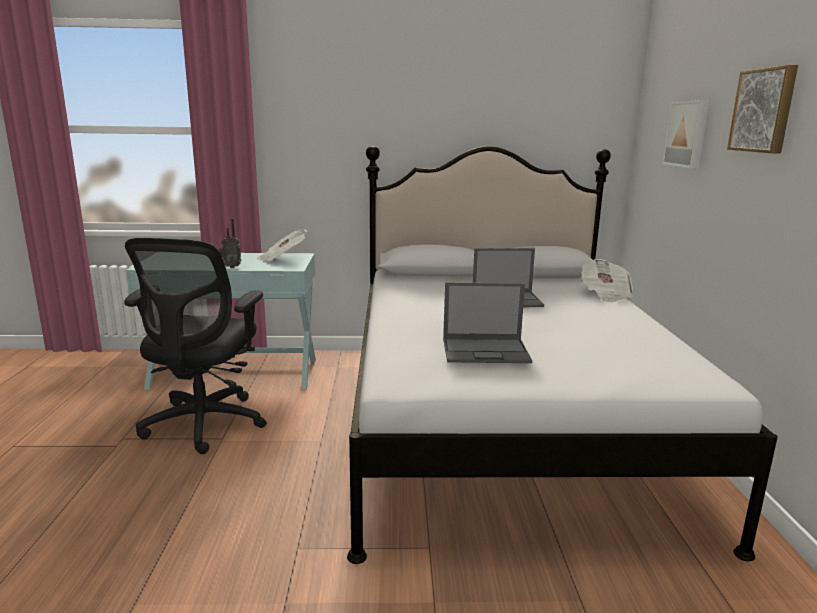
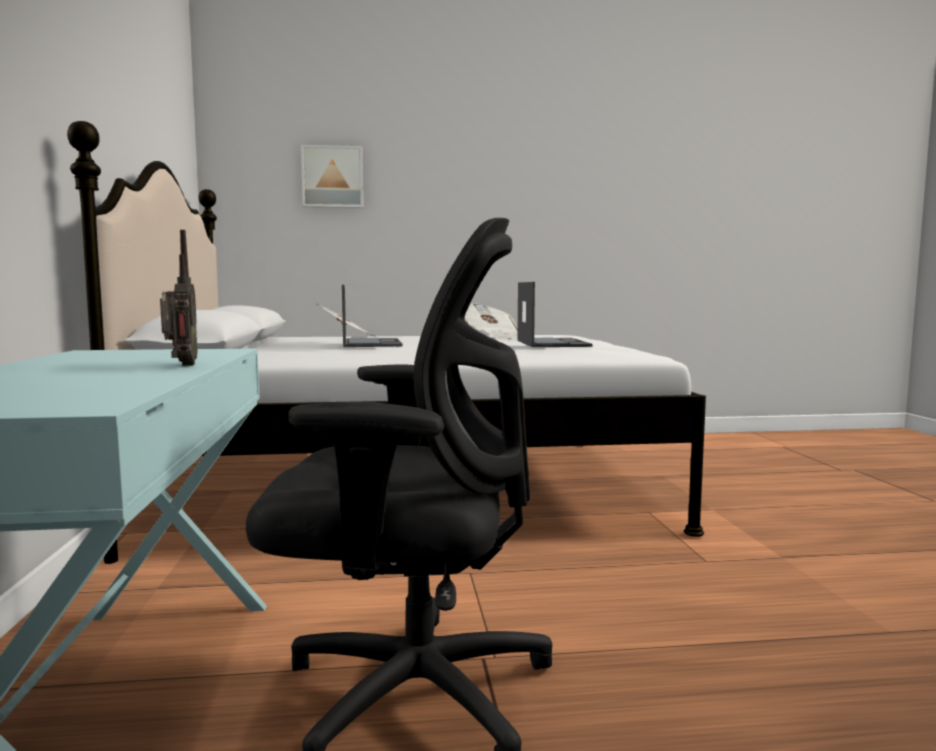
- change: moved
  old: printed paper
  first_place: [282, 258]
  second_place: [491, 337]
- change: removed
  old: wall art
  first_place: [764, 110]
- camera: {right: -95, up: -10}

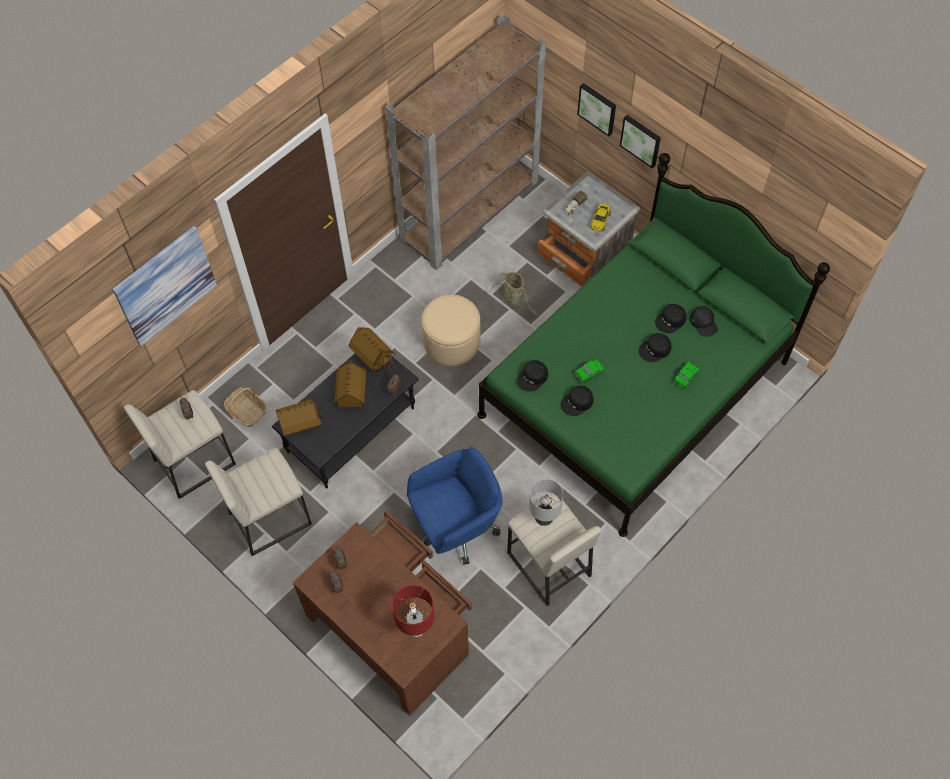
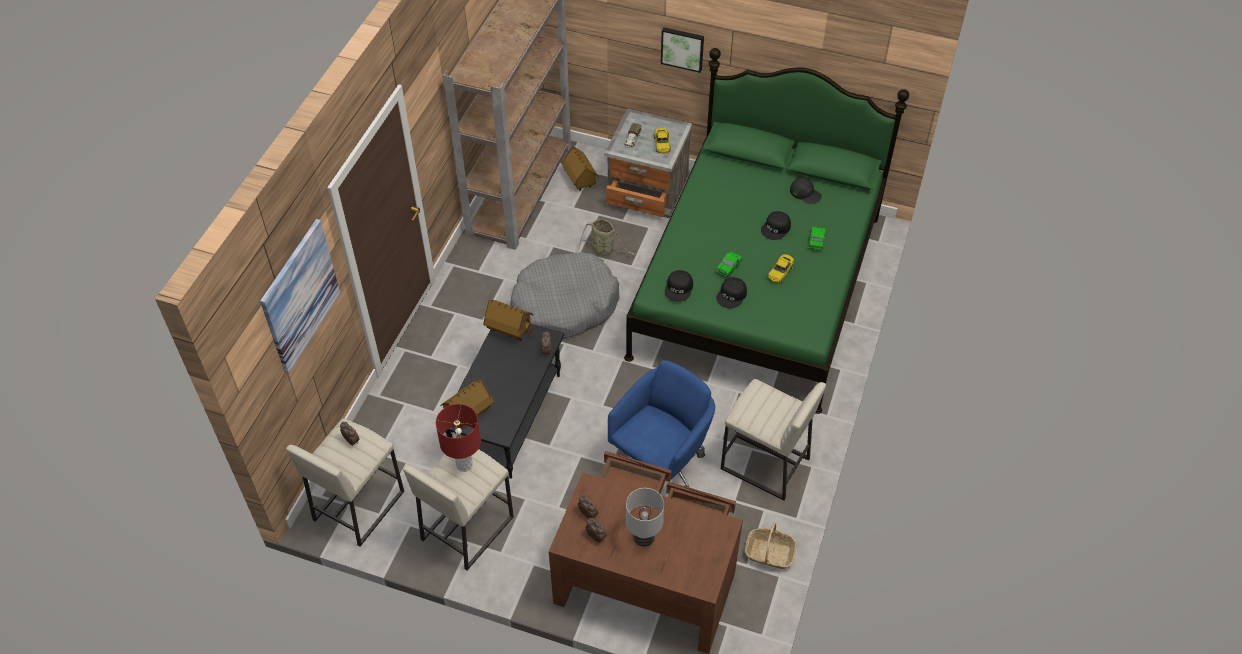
- change: moved
  old: reddish lamp for a table
  first_place: [416, 629]
  second_place: [464, 465]
- change: replaced
  old: beige-coloured footrest
  new: gray dog bed
  first_place: [451, 341]
  second_place: [564, 305]
- change: moved
  old: miniature house
  first_place: [351, 394]
  second_place: [580, 180]
- change: moved
  old: gray lamp for a table
  first_place: [544, 517]
  second_place: [644, 537]
- change: moved
  old: storage basket
  first_place: [246, 410]
  second_place: [769, 553]
- change: added
  new: yellow model car
  second_place: [780, 272]
- change: removed
  old: wall art
  first_place: [598, 108]
- change: removed
  old: blackish baseball cap
  first_place: [671, 320]
- camera: {right: -25, up: -10}

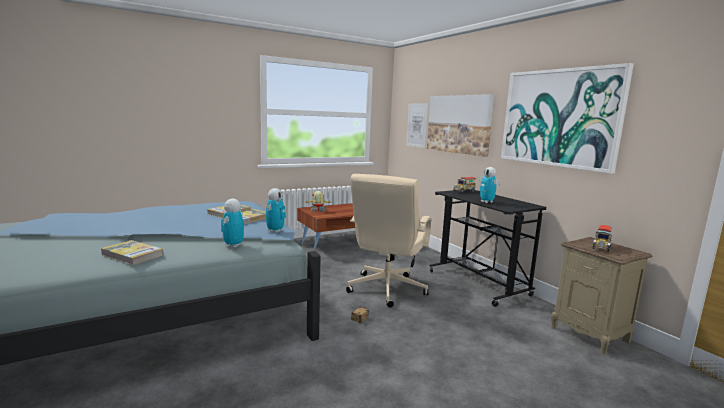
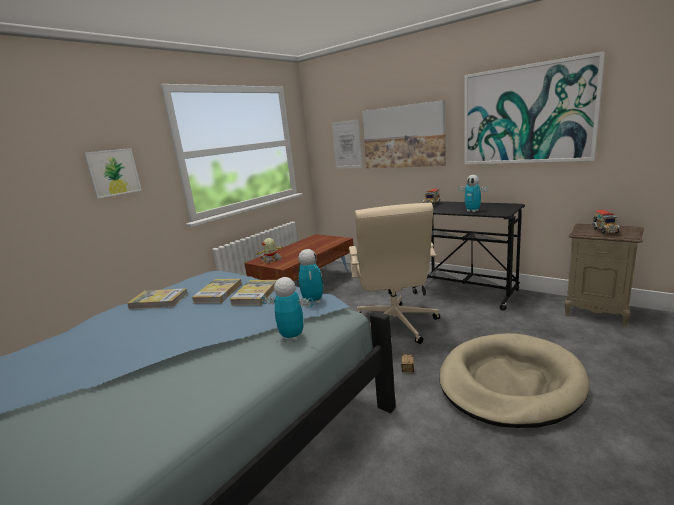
- change: added
  new: wall art
  second_place: [113, 172]
- change: moved
  old: bound book
  first_place: [132, 255]
  second_place: [159, 301]
- change: turned
  old: toy robot
  first_place: [233, 245]
  second_place: [292, 337]
  degrees: 120
- change: added
  new: beige-coloured dog bed
  second_place: [509, 383]
- camera: {right: -20, up: 5}

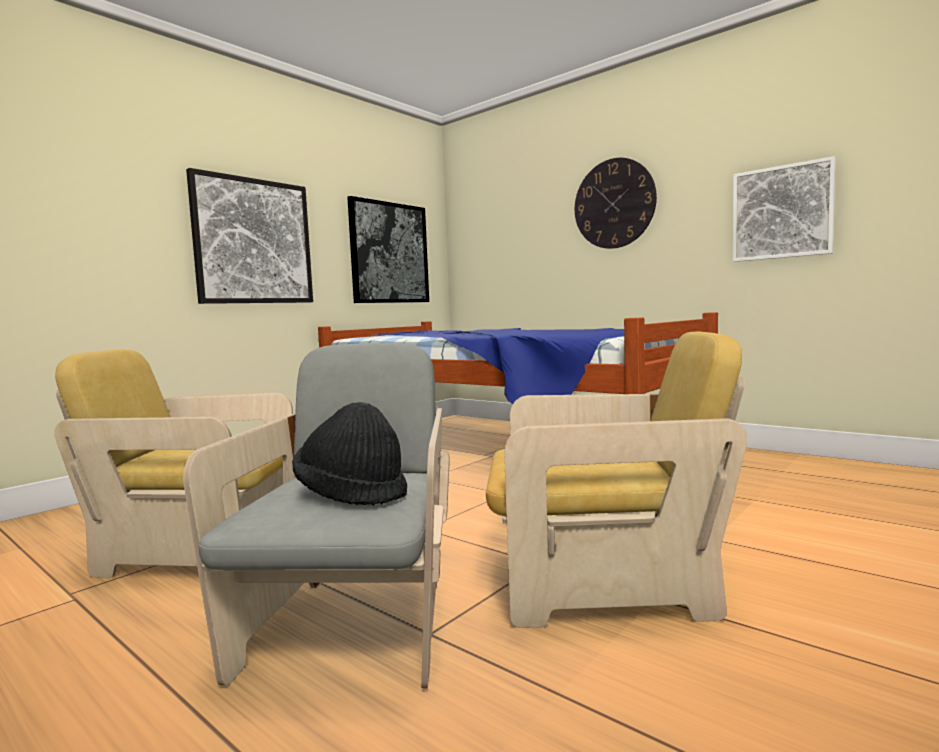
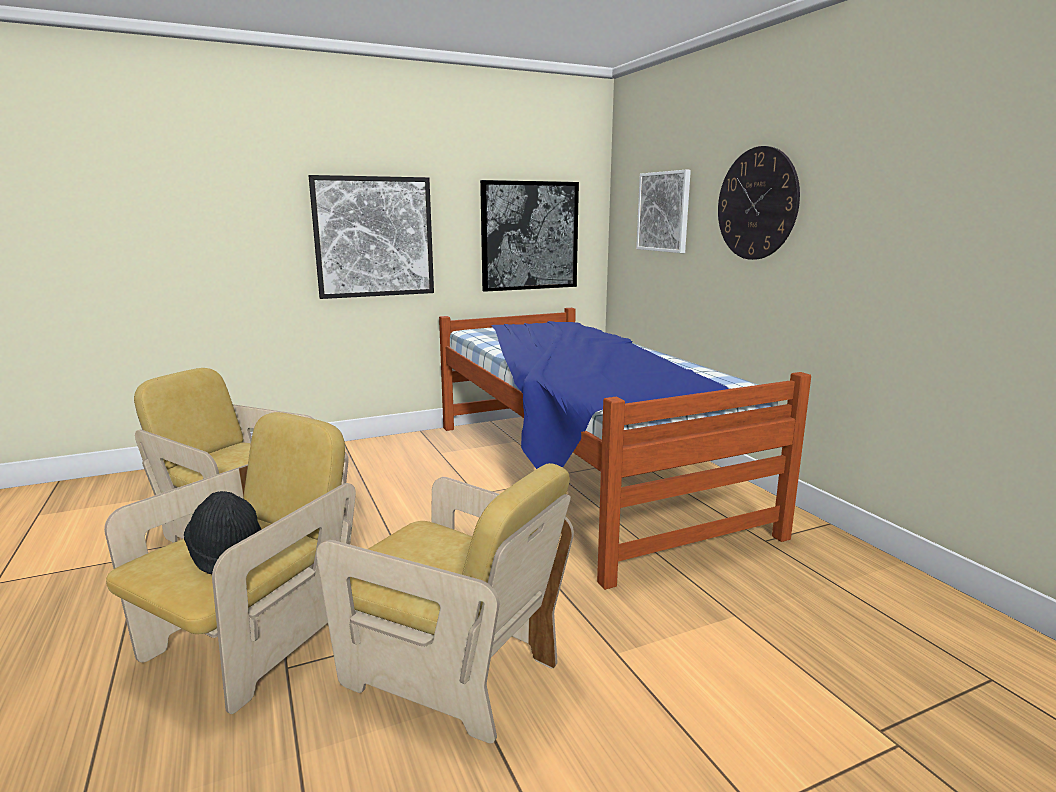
- change: recoloured
  old: gray armchair
  new: yellow armchair
  first_place: [354, 626]
  second_place: [253, 641]
- change: moved
  old: wall art
  first_place: [782, 212]
  second_place: [664, 212]
- camera: {right: 25, up: 10}

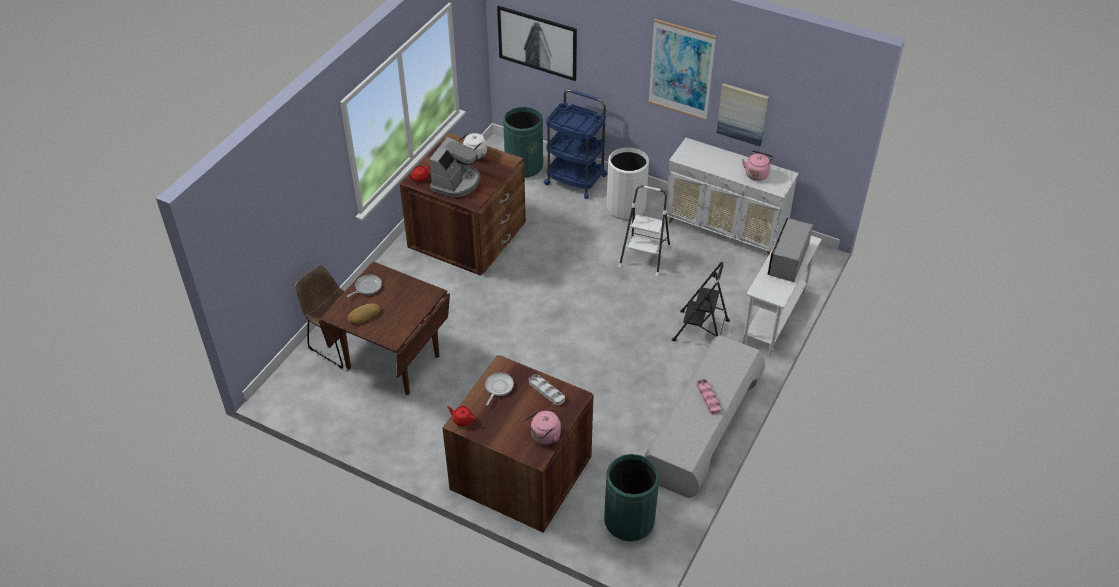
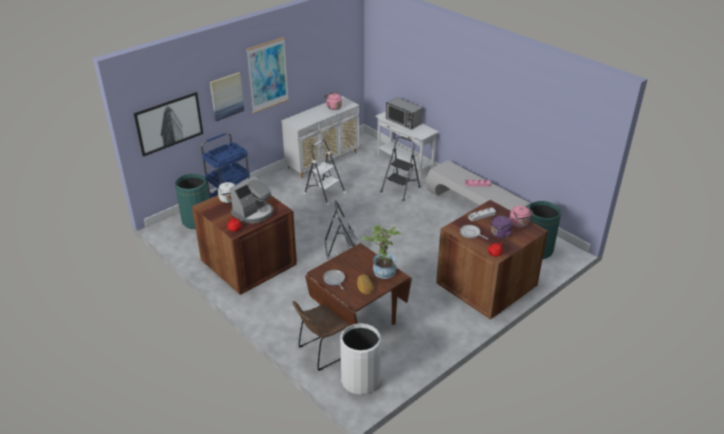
- change: moved
  old: wall art
  first_place: [742, 114]
  second_place: [226, 96]
- change: turned
  old: coffee brewer
  first_place: [456, 182]
  second_place: [253, 213]
  degrees: 90
- change: added
  new: gray step ladder
  second_place: [340, 248]
- change: moved
  old: white waste bin
  first_place: [626, 207]
  second_place: [360, 380]
- change: added
  new: potted plant
  second_place: [382, 269]
- change: added
  new: purplish kettle
  second_place: [499, 234]
- camera: {right: -70, up: -10}

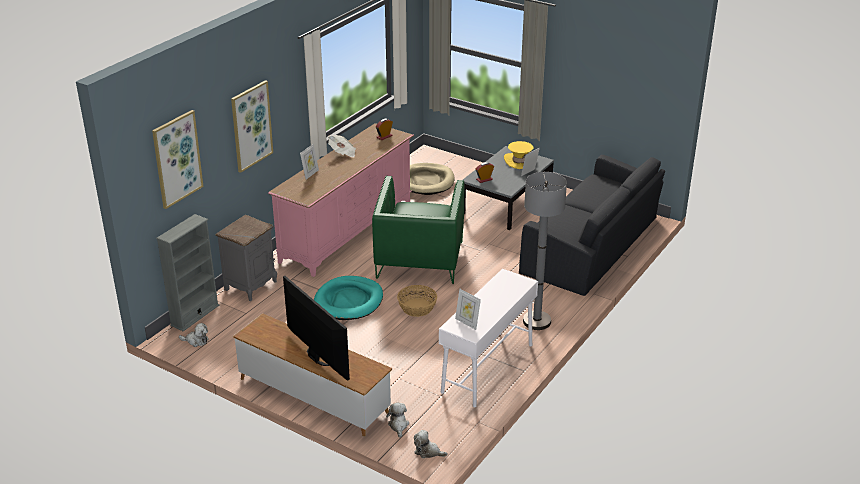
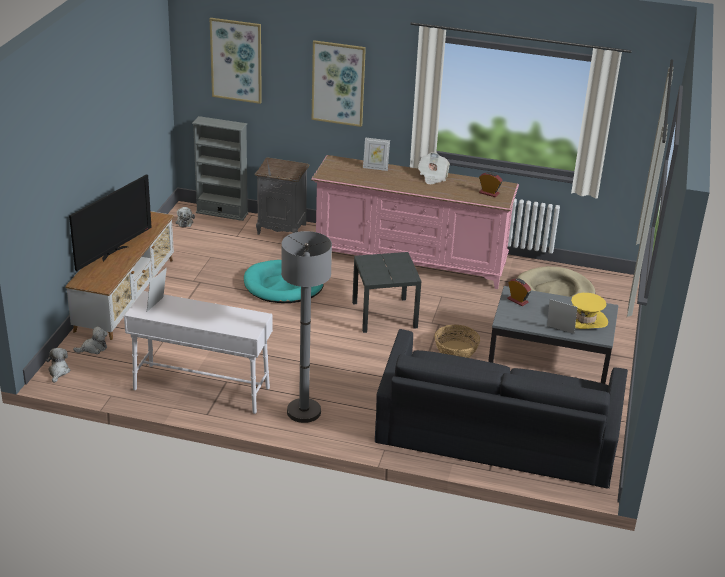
- change: replaced
  old: green-coloured armchair
  new: gray side table
  first_place: [419, 260]
  second_place: [383, 314]
- change: moved
  old: storage basket
  first_place: [417, 308]
  second_place: [455, 350]
- camera: {right: 70, up: 0}

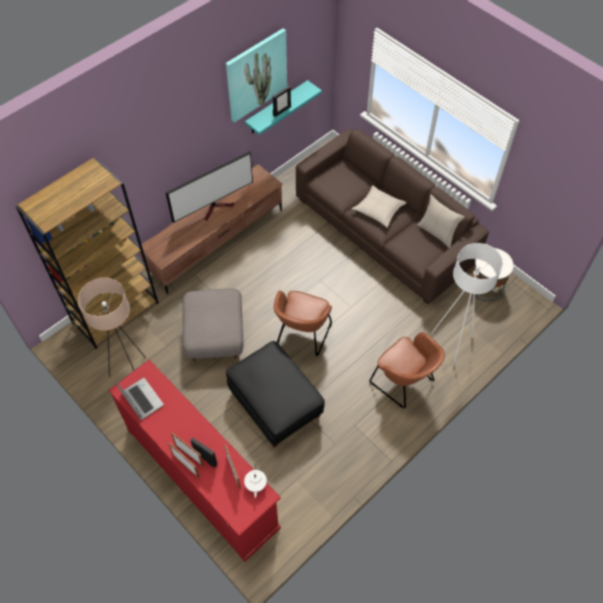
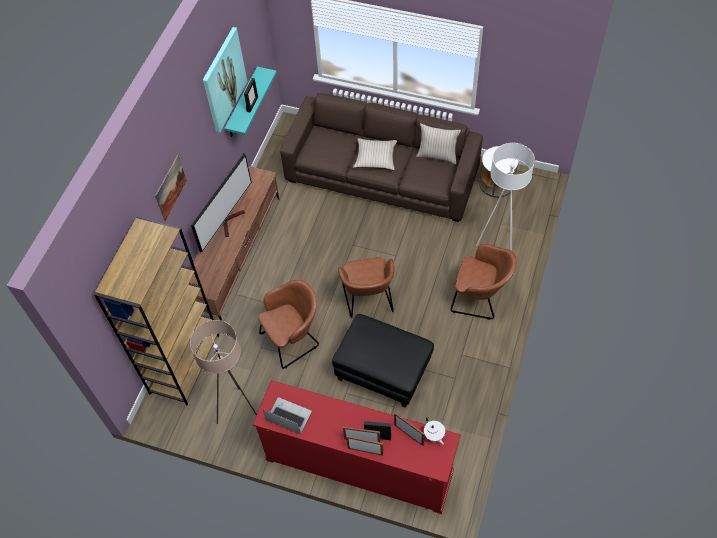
- change: added
  new: wall art
  second_place: [170, 188]
- change: replaced
  old: gray footrest
  new: brownish armchair
  first_place: [216, 337]
  second_place: [293, 339]
- camera: {right: -25, up: 0}

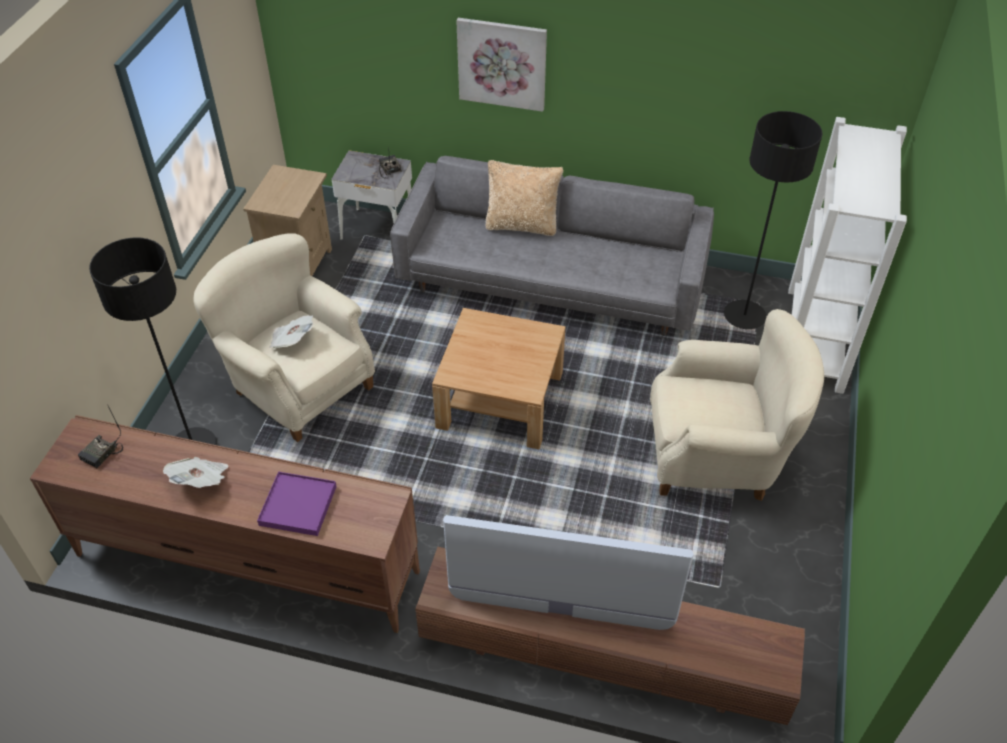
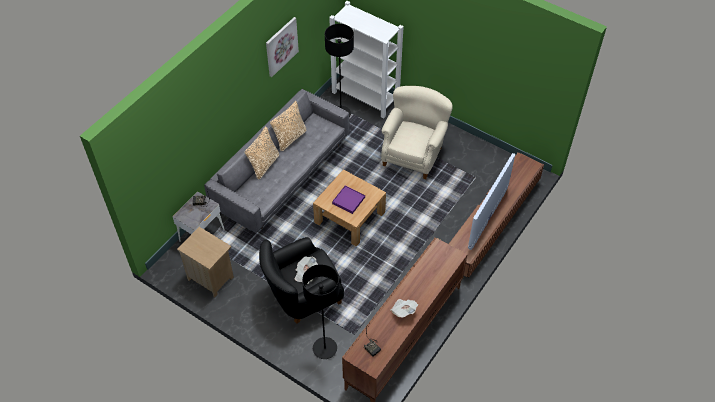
- change: recoloured
  old: beige-coloured armchair
  new: blackish armchair
  first_place: [298, 384]
  second_place: [302, 295]
- change: moved
  old: wall art
  first_place: [502, 63]
  second_place: [281, 46]
- change: added
  new: beige-coloured pillow
  second_place: [290, 138]
- change: moved
  old: purplish tray
  first_place: [298, 506]
  second_place: [348, 200]
- camera: {right: -70, up: 5}

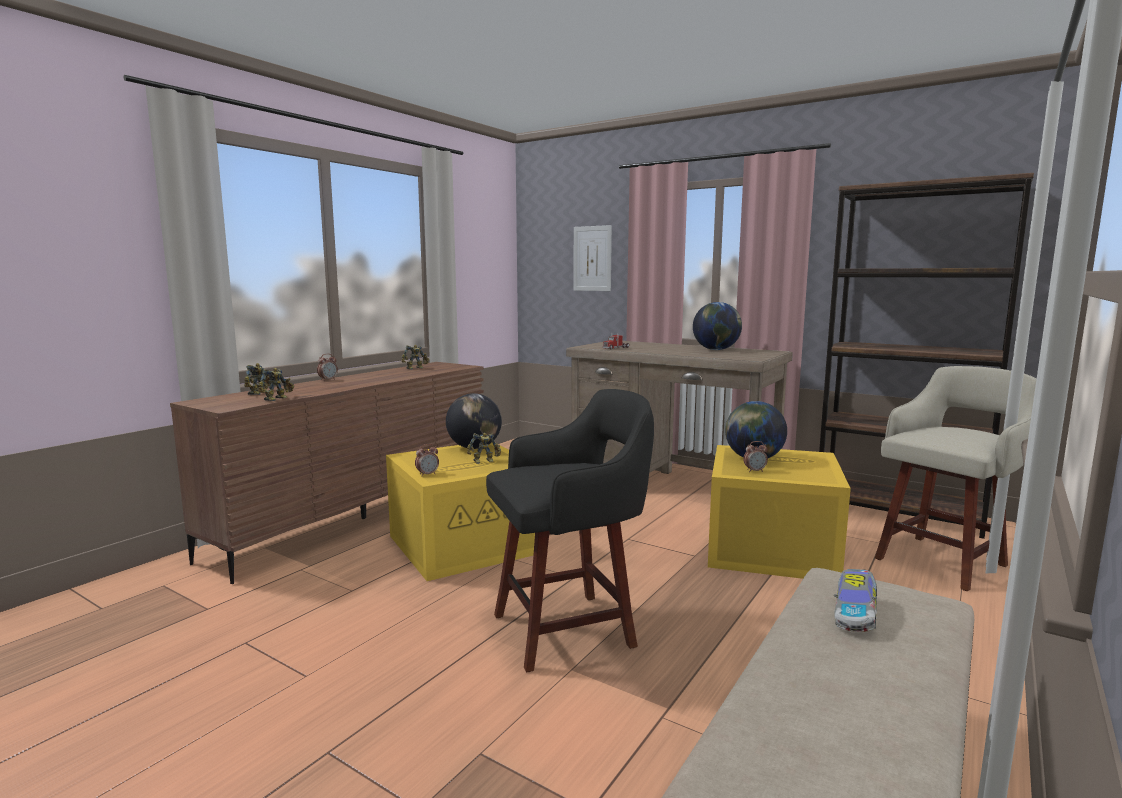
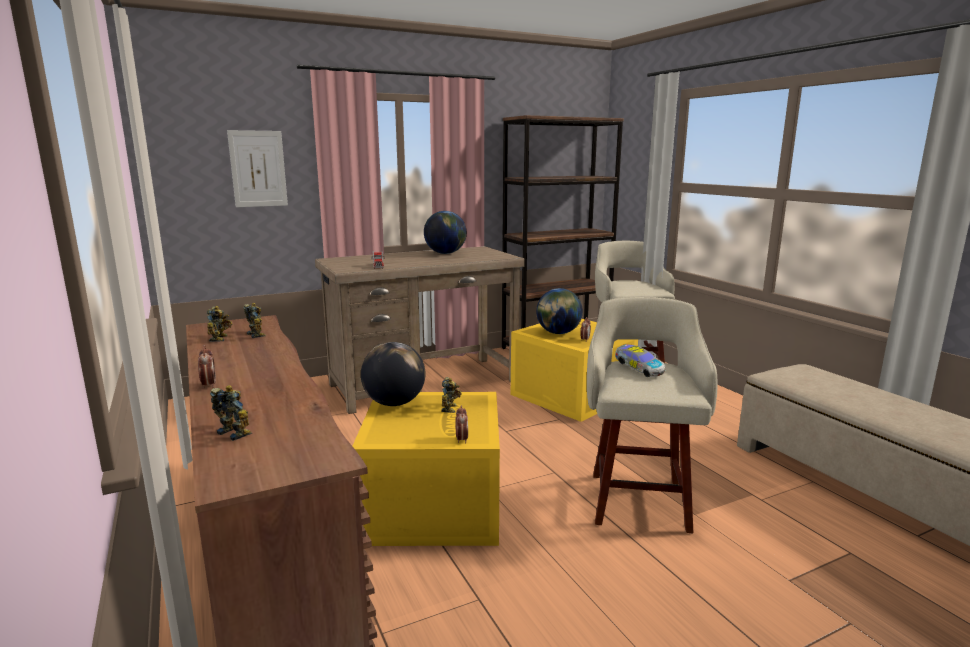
- change: moved
  old: toy robot
  first_place: [277, 399]
  second_place: [258, 334]
- change: recoloured
  old: blackish stool
  new: beige-coloured stool
  first_place: [569, 630]
  second_place: [639, 498]
- change: moved
  old: model car
  first_place: [854, 613]
  second_place: [638, 369]
- camera: {right: -60, up: 5}

